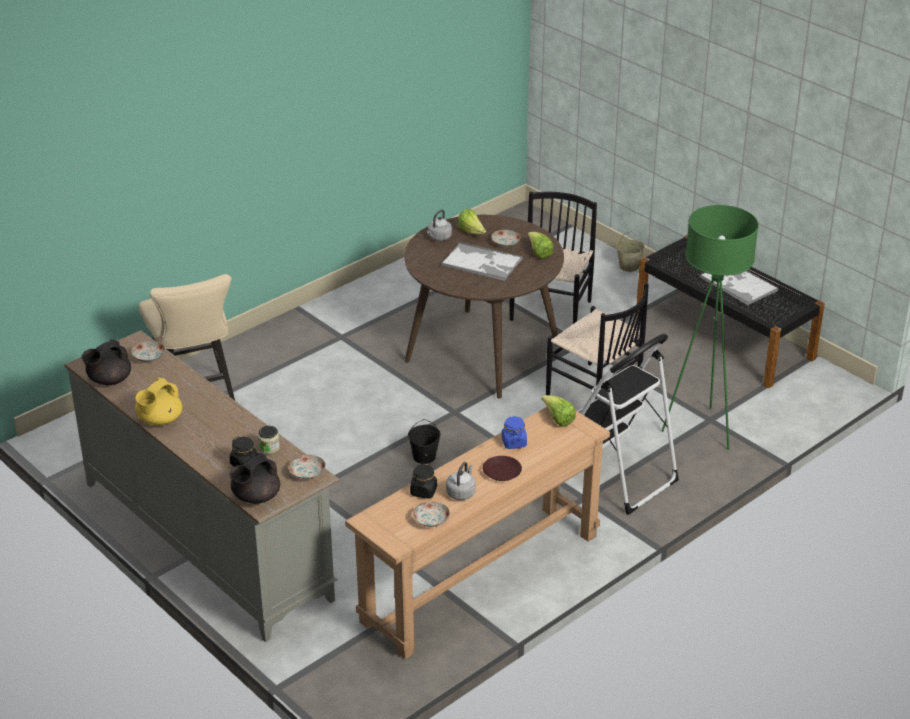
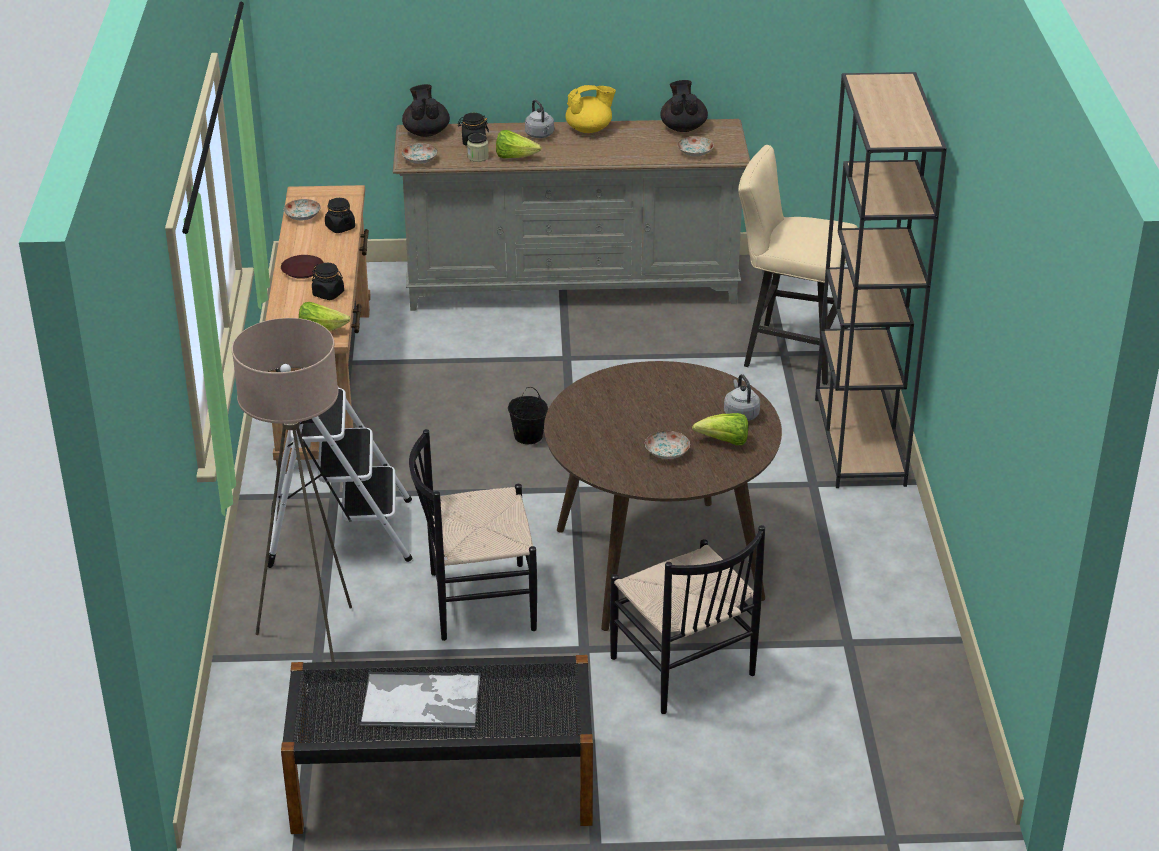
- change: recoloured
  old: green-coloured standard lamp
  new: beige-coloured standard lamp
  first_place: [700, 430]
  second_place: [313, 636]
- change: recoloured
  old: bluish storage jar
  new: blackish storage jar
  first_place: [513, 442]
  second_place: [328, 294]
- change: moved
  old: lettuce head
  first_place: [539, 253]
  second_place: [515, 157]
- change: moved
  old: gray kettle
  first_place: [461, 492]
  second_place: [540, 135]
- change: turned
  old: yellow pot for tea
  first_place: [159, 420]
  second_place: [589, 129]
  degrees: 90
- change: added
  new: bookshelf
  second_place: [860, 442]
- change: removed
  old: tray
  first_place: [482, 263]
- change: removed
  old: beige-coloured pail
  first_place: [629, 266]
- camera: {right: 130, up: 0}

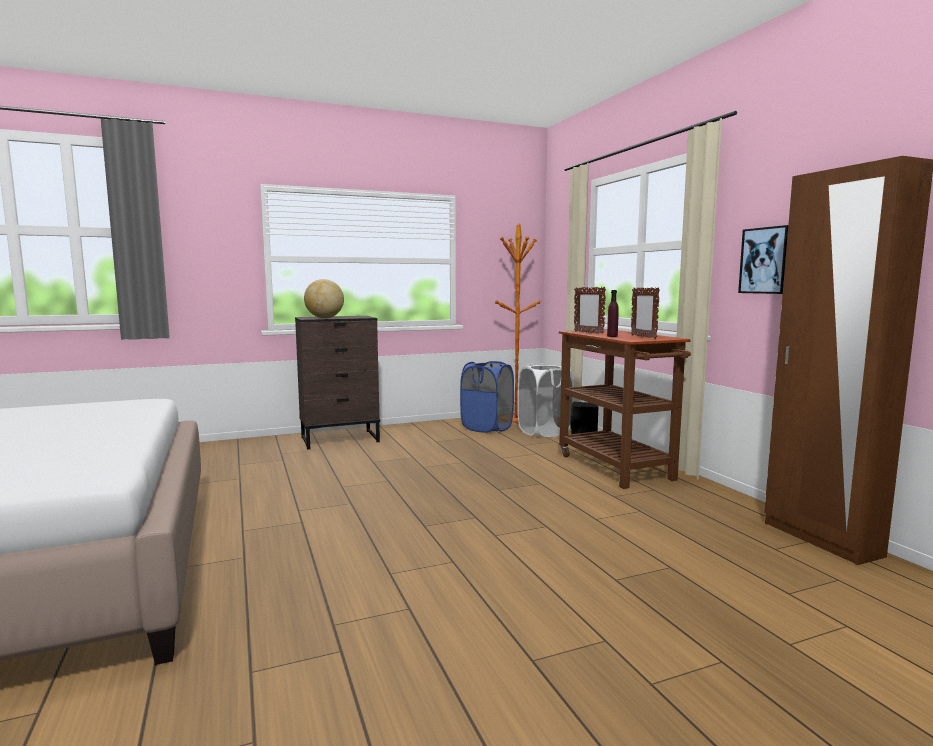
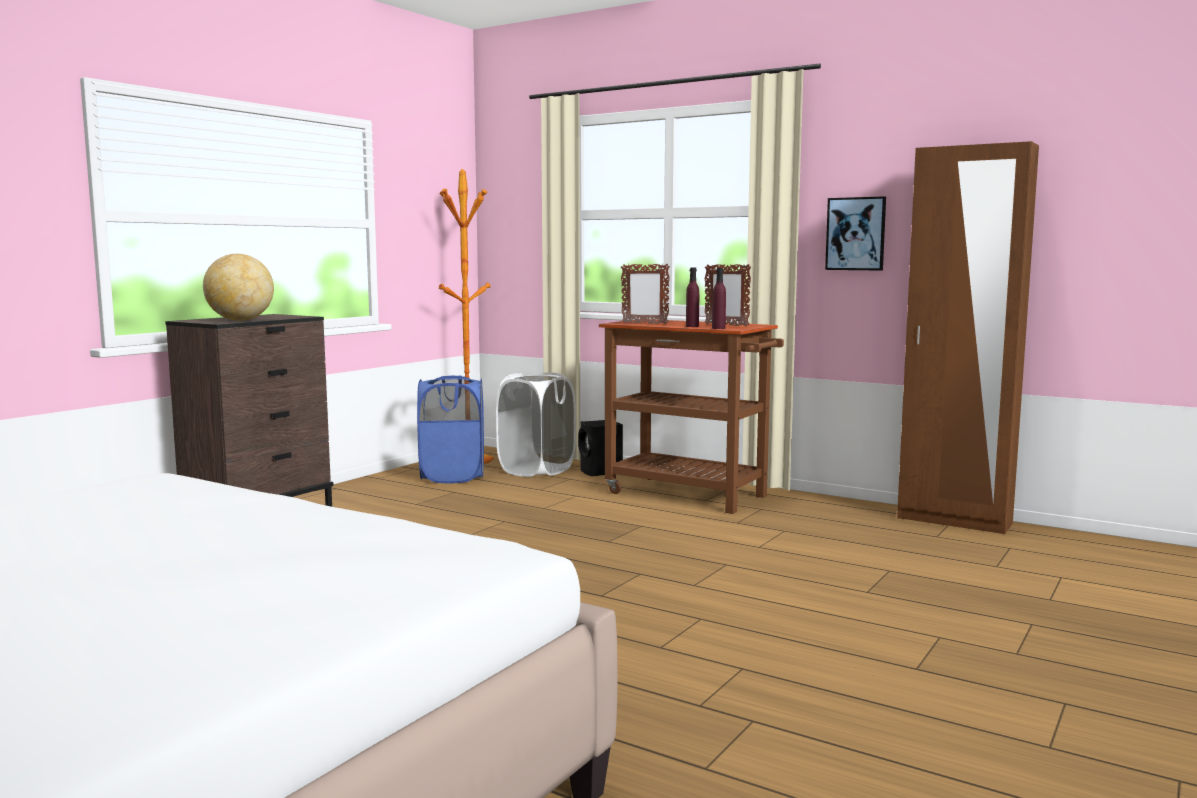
- change: added
  new: purplish bottle
  second_place: [718, 328]
- camera: {right: -35, up: 0}

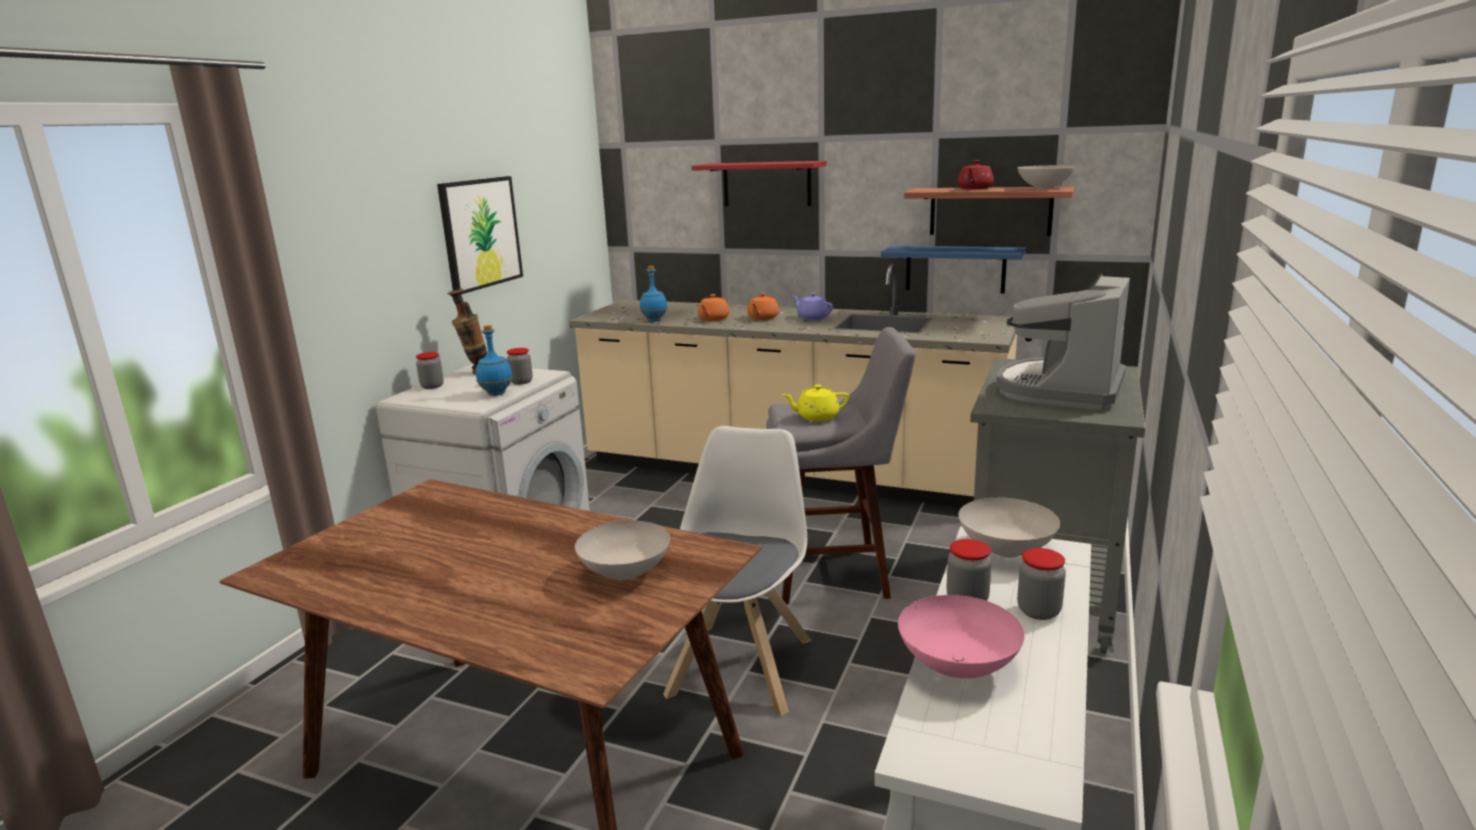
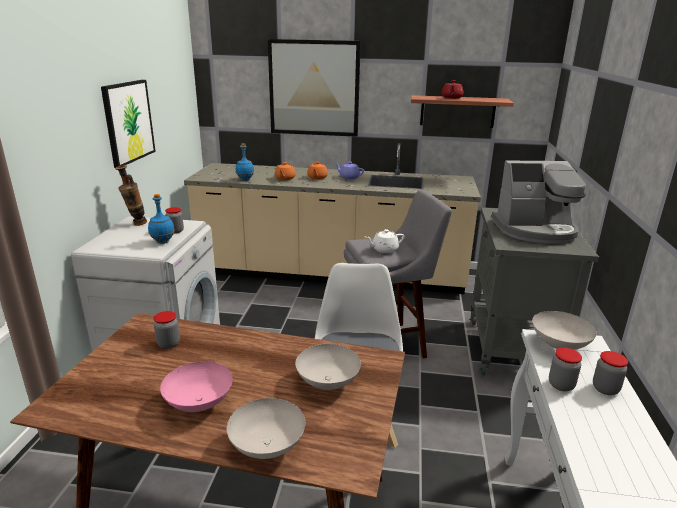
- change: moved
  old: storage jar
  first_place: [432, 386]
  second_place: [168, 344]
- change: moved
  old: pink deep dish
  first_place: [957, 665]
  second_place: [199, 402]
- change: moved
  old: white deep dish
  first_place: [1043, 188]
  second_place: [266, 445]
- change: replaced
  old: reddish bracket shelf
  new: wall art
  first_place: [767, 184]
  second_place: [314, 88]
- change: recoloured
  old: yellow pot for tea
  new: white pot for tea
  first_place: [816, 417]
  second_place: [384, 249]
- change: turned
  old: coffee brewer
  first_place: [1061, 390]
  second_place: [535, 230]
  degrees: -105
- change: removed
  old: bluish bracket shelf
  first_place: [955, 269]
- camera: {right: -15, up: 5}

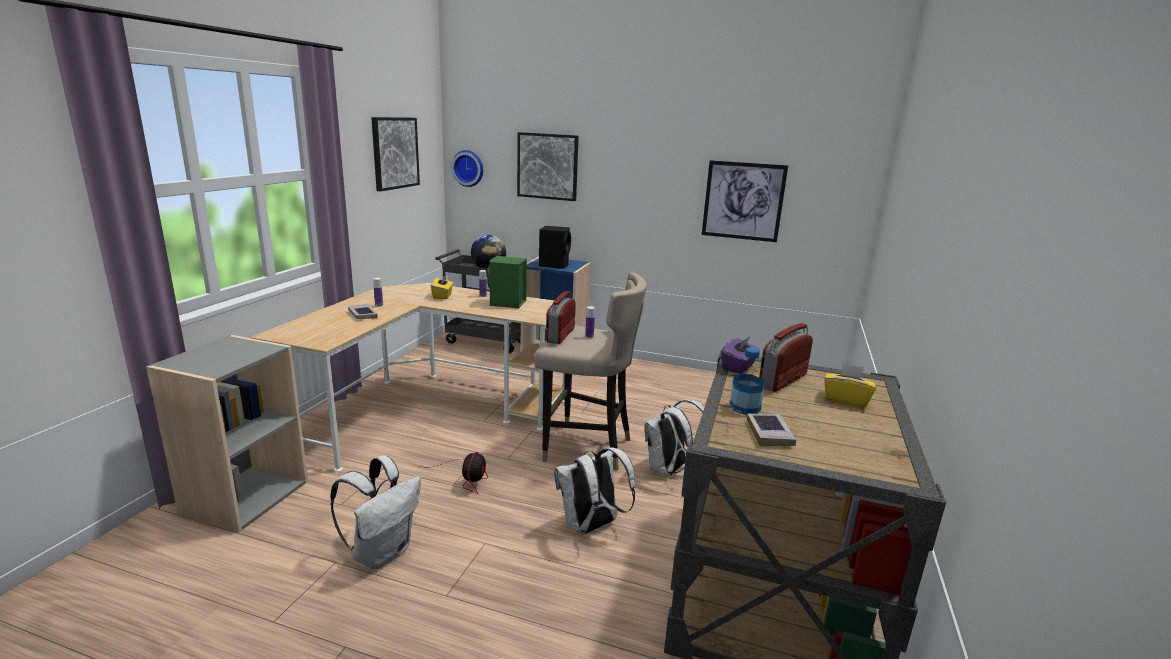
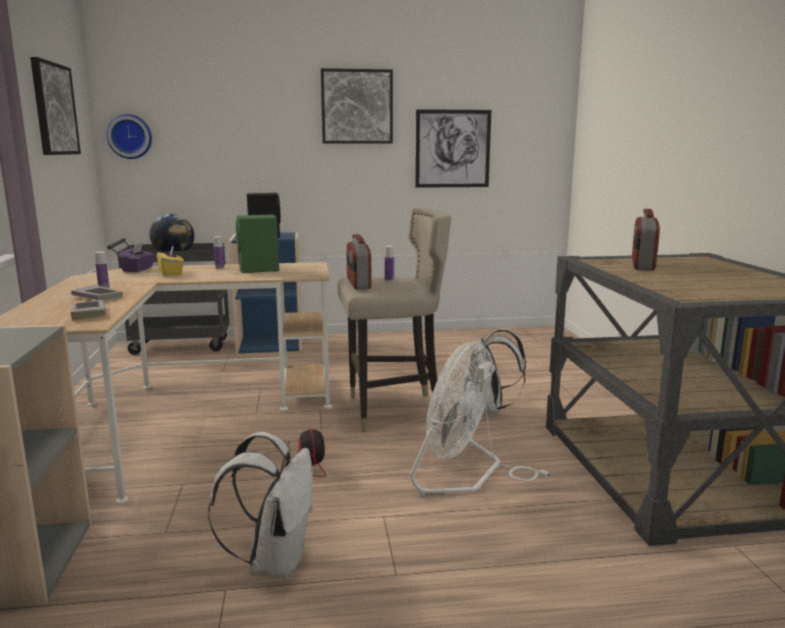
- change: moved
  old: bound book
  first_place: [769, 434]
  second_place: [89, 313]
- change: moved
  old: purplish tissue holder
  first_place: [738, 367]
  second_place: [138, 269]
- change: moved
  old: wall art
  first_place: [547, 166]
  second_place: [357, 107]
- change: replaced
  old: white rucksack
  new: white cooling fan
  first_place: [591, 526]
  second_place: [472, 471]
- change: removed
  old: bottle
  first_place: [745, 407]
- change: removed
  old: yellow tissue holder
  first_place: [846, 399]
- camera: {right: -25, up: -5}

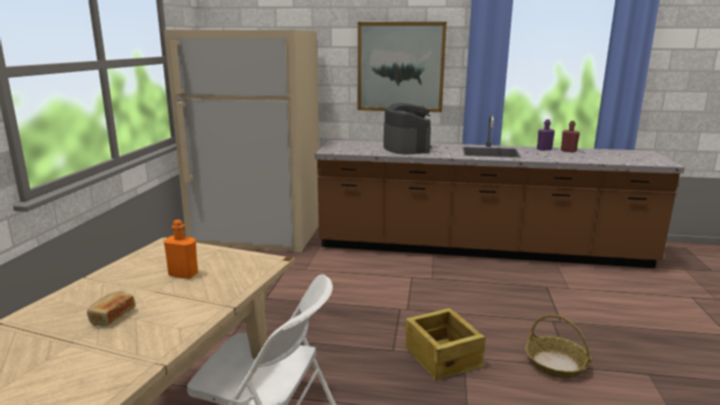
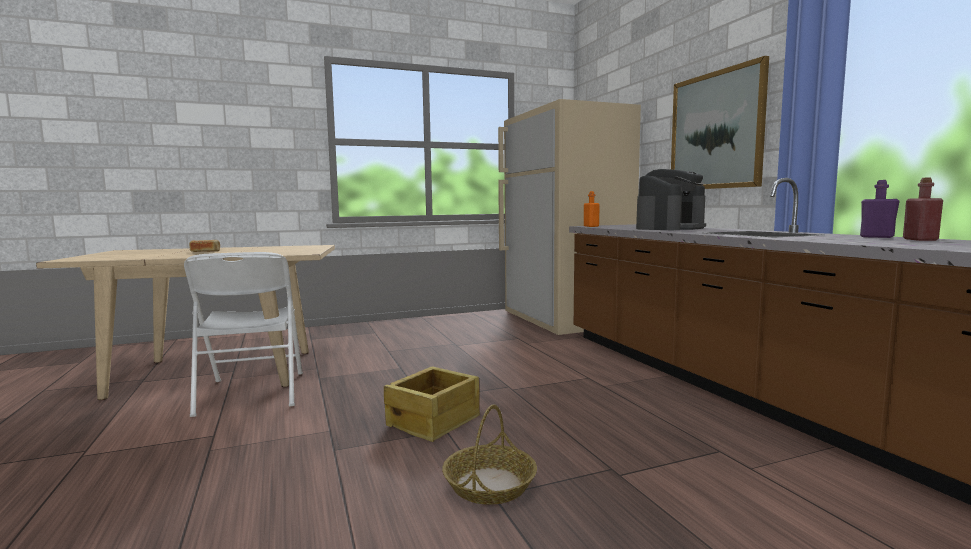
- change: moved
  old: orangey bottle
  first_place: [183, 274]
  second_place: [591, 226]
- camera: {right: 60, up: -10}

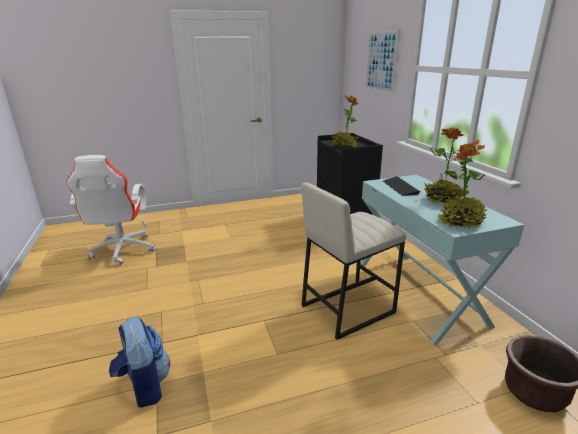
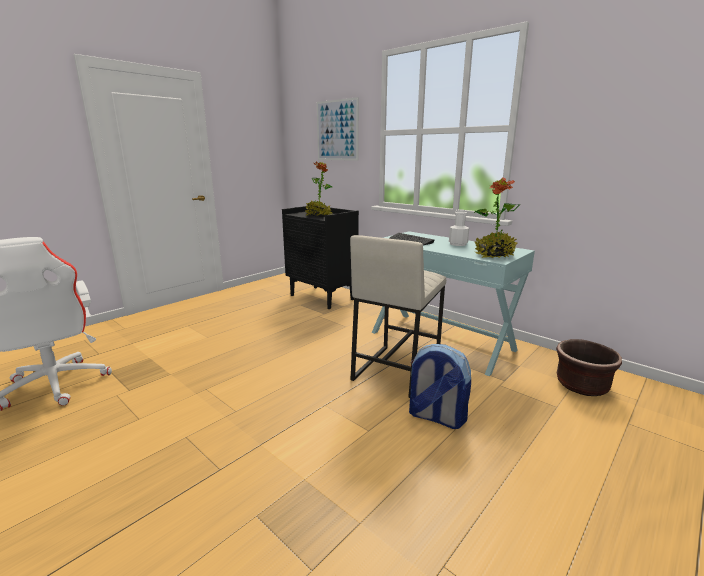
- change: moved
  old: rucksack
  first_place: [144, 386]
  second_place: [435, 417]
- change: replaced
  old: potted plant
  new: white bottle
  first_place: [443, 200]
  second_place: [458, 244]
- camera: {right: -30, up: -5}

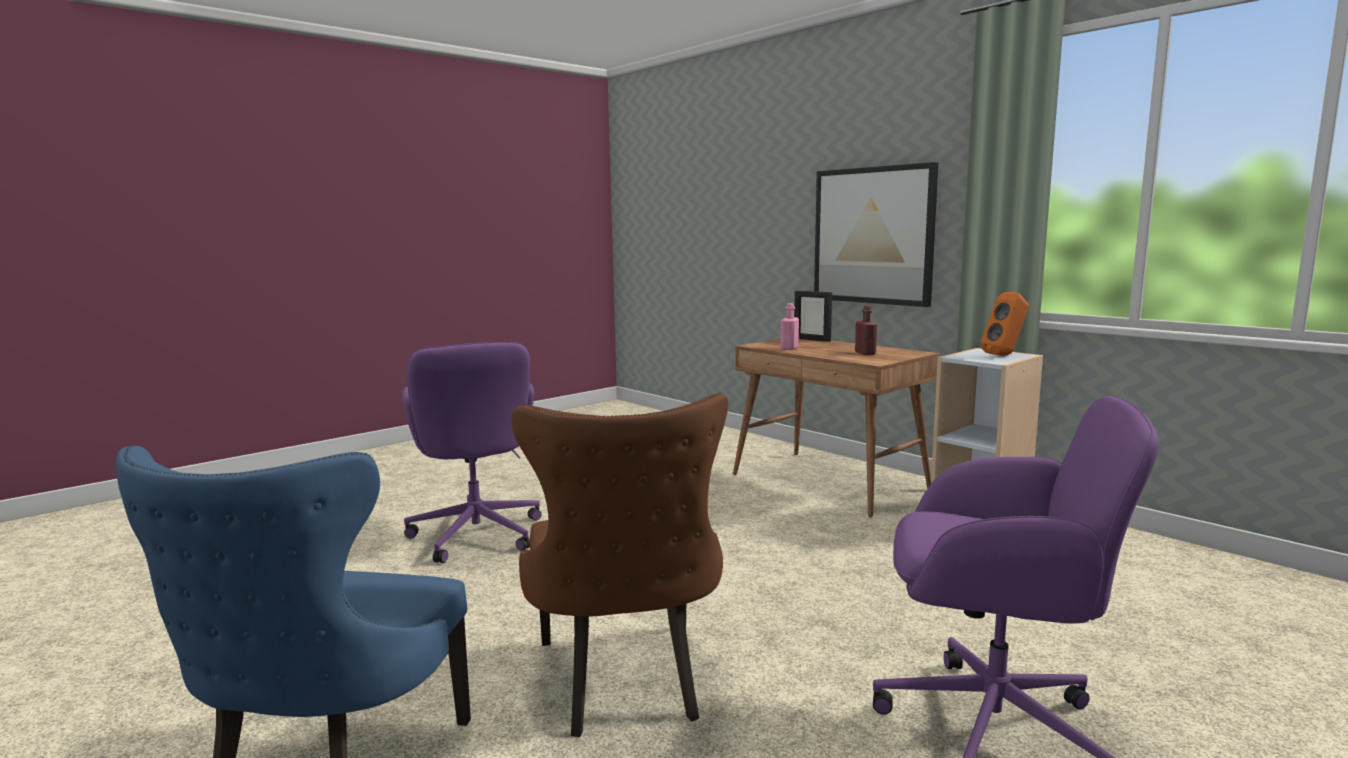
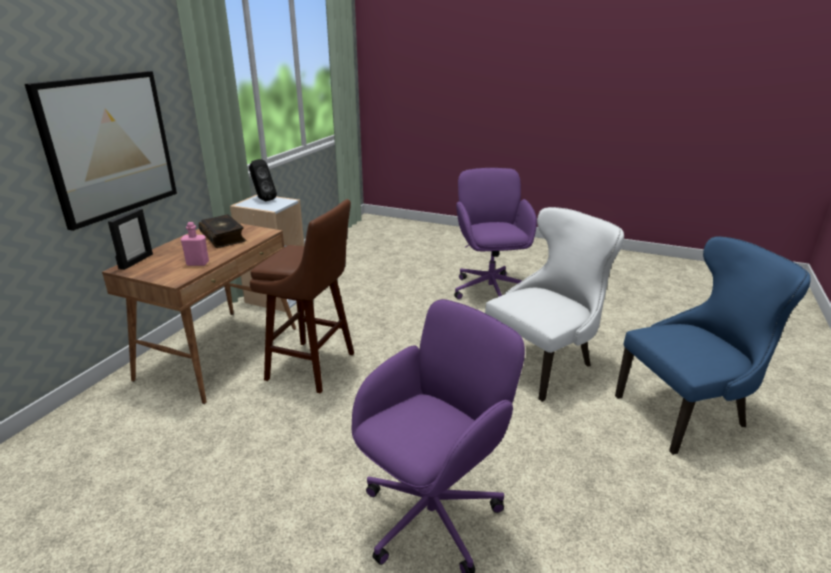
- change: replaced
  old: reddish bottle
  new: bound book
  first_place: [865, 353]
  second_place: [224, 237]
- change: recoloured
  old: orangey loudspeaker
  new: blackish loudspeaker
  first_place: [1005, 355]
  second_place: [263, 199]
- change: added
  new: brownish stool
  second_place: [314, 367]
- change: recoloured
  old: brownish chair
  new: white chair
  first_place: [625, 680]
  second_place: [543, 365]
- camera: {right: -115, up: 15}

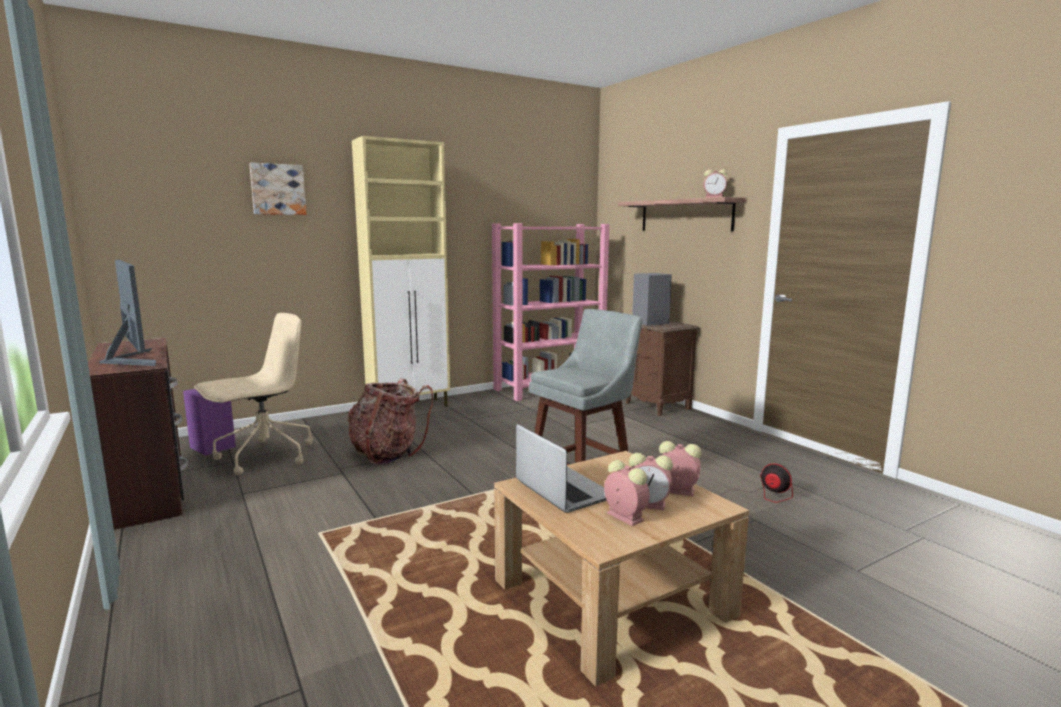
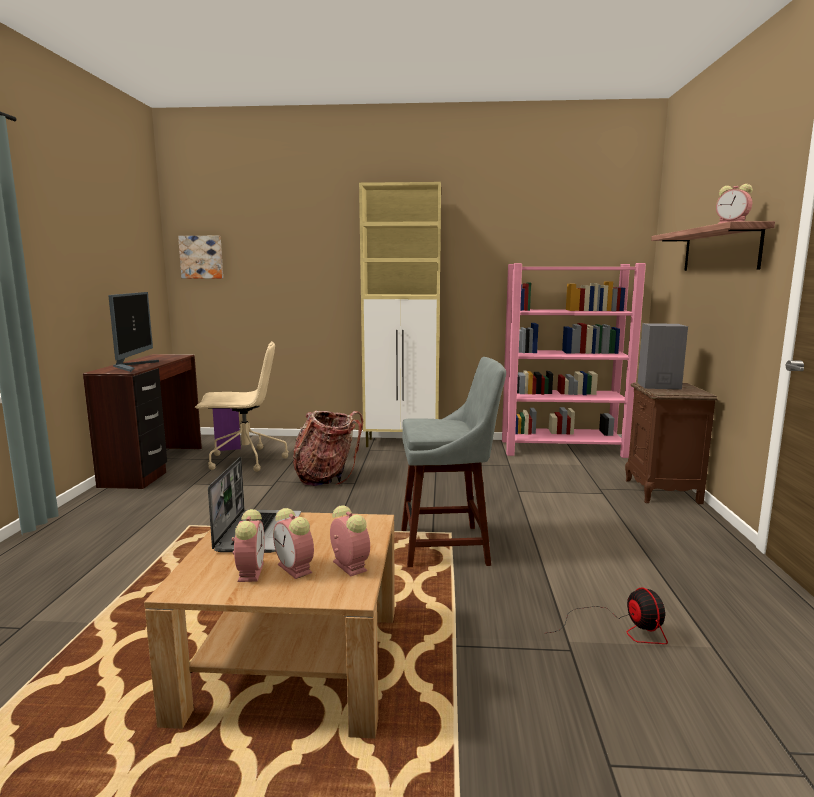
- change: moved
  old: wall art
  first_place: [278, 189]
  second_place: [202, 257]
- camera: {right: 35, up: 0}

